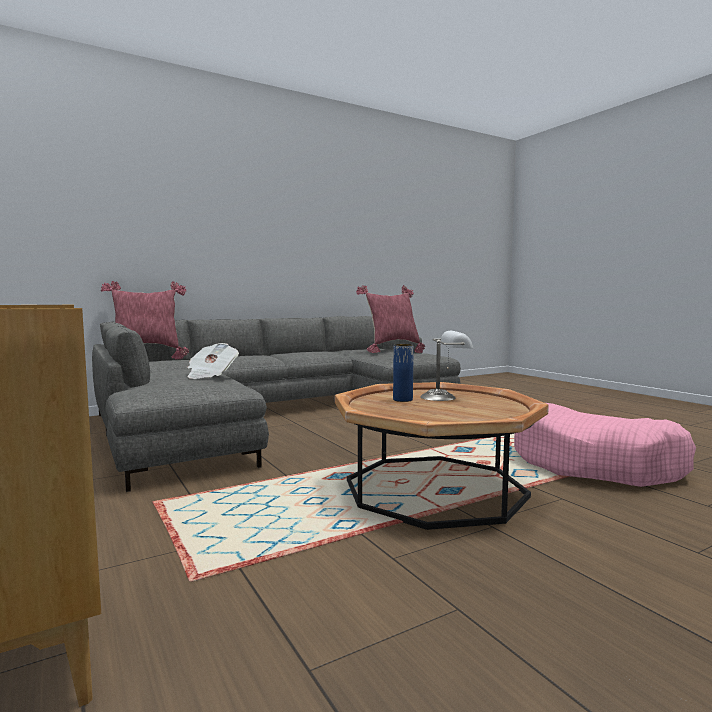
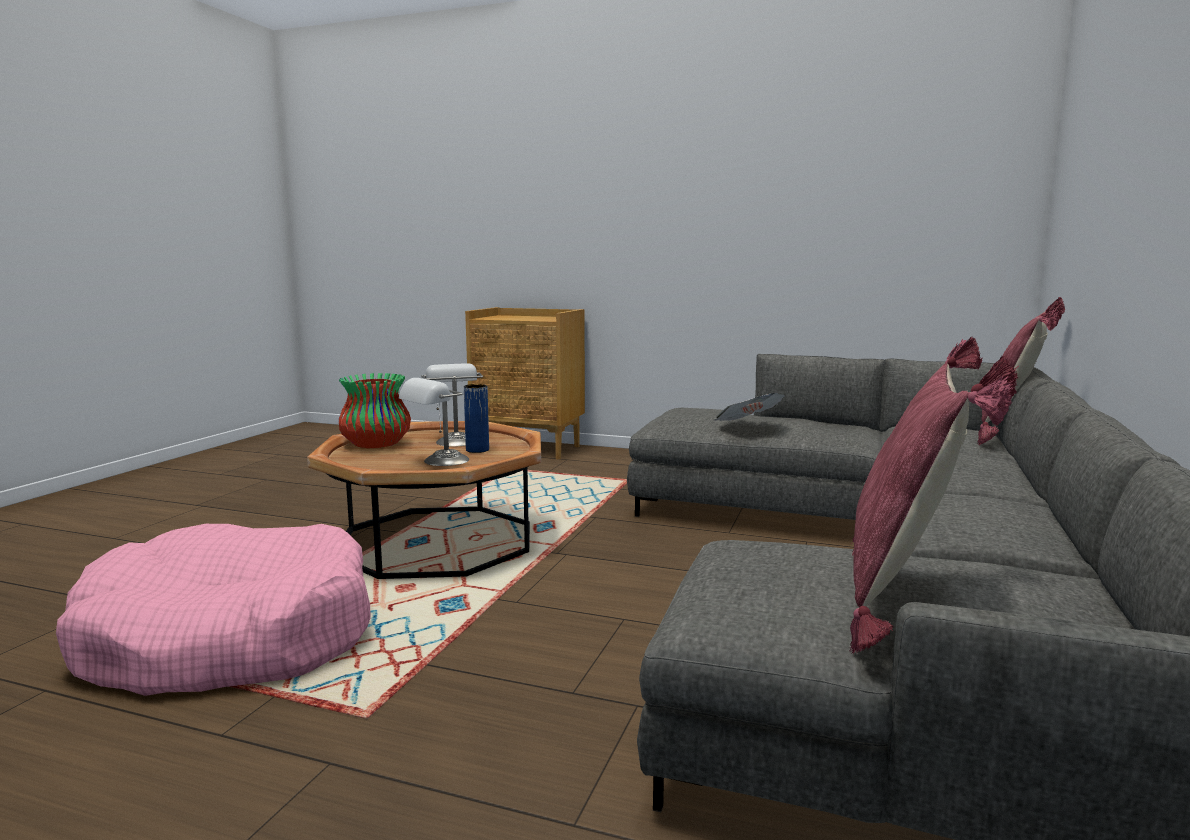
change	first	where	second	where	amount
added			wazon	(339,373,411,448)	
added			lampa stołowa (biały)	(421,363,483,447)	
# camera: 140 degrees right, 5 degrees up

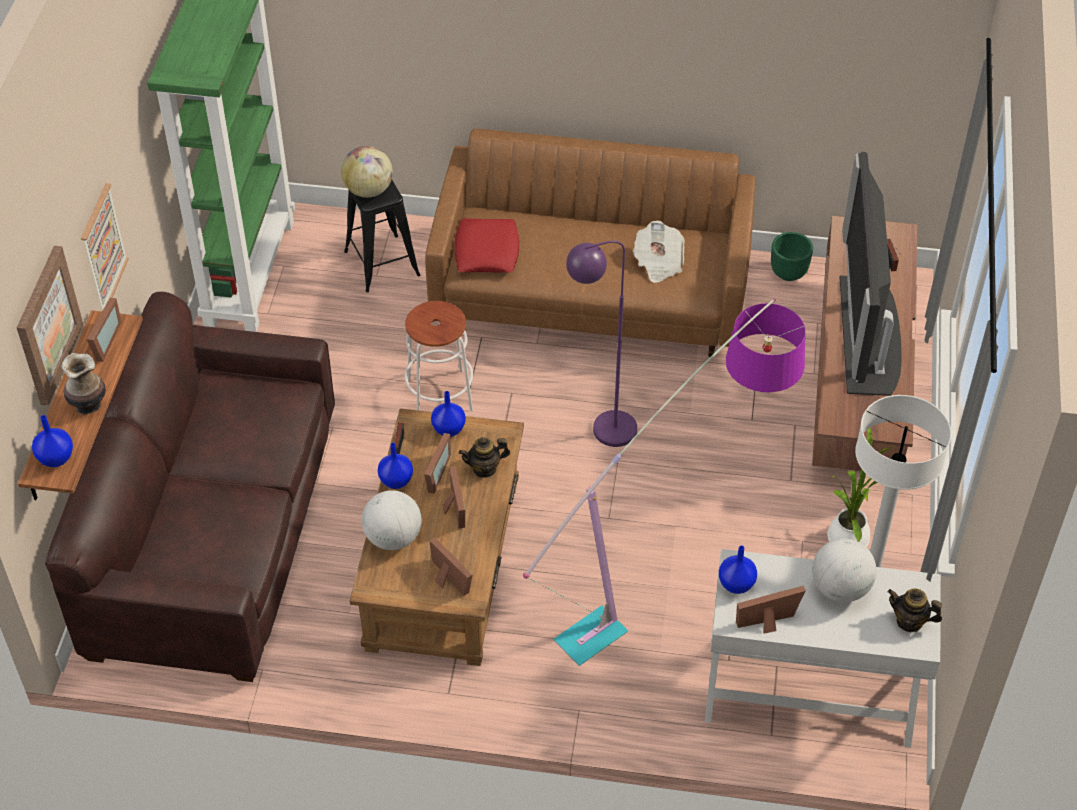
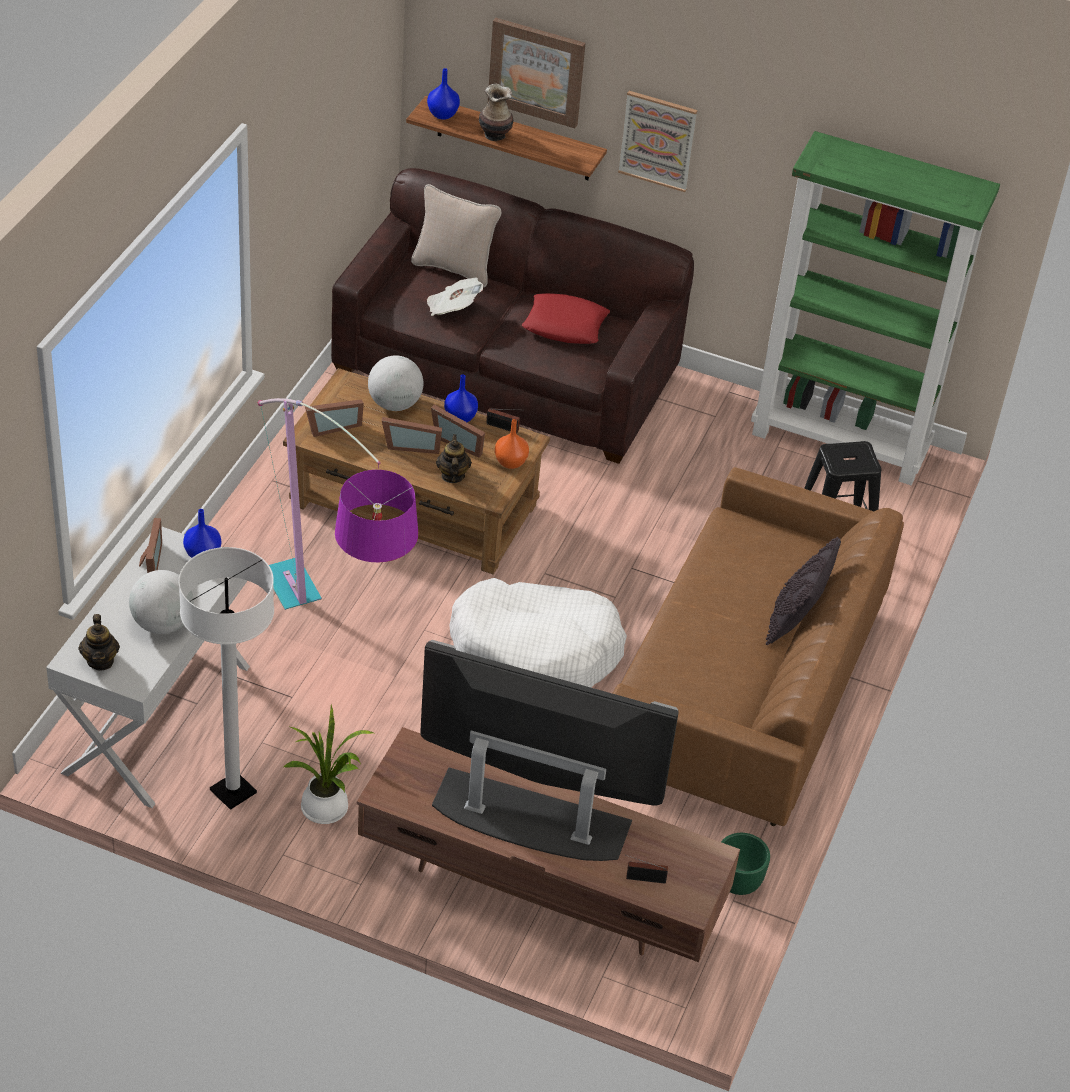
change	first	where	second	where	amount
removed	ramka na zdjęcie	(87,298,122,362)			
removed	globus	(341,146,393,198)			
removed	stołek (biały)	(404,301,473,411)			
recoloured	wazon (niebieski)	(431,391,466,437)	wazon (pomarańczowy)	(495,419,529,469)	
moved	poduszka (czerwony)	(455,218,519,273)		(522,293,610,344)	
replaced	lampa stojąca (fioletowy)	(566,241,637,447)	legowisko (biały)	(449,578,627,687)	
moved	gazeta	(633,221,685,283)		(427,277,483,316)	
turned	imbryk	(888,588,942,632)		(78,614,120,670)	135 degrees clockwise
added			poduszka (beżowy)	(411,184,502,287)	
added			poduszka (czarny)	(766,537,841,645)	
# camera: 100 degrees right, 5 degrees down

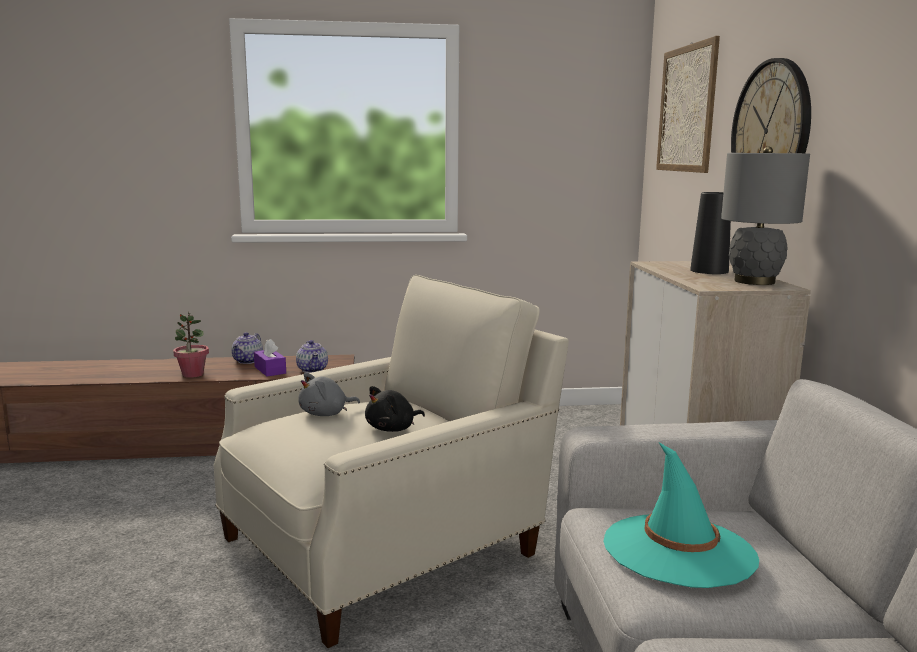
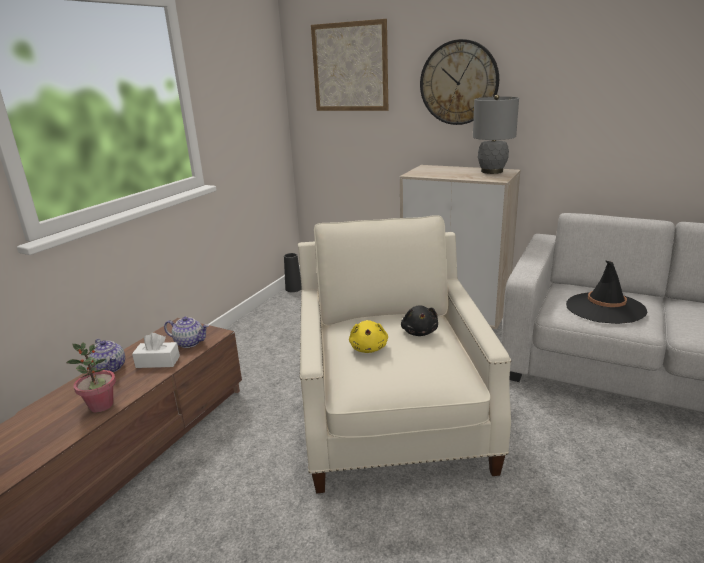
change	first	where	second	where	amount
recoloured	pudełko chusteczek (fioletowy)	(254,339,286,377)	pudełko chusteczek (biały)	(132,333,180,368)	
recoloured	pluszak (szary)	(298,373,360,416)	pluszak (żółty)	(349,320,388,353)	
recoloured	kapelusz (turkusowy)	(603,443,759,588)	kapelusz (czarny)	(566,260,647,324)	
moved	wazon (czarny)	(690,192,731,274)		(284,253,301,292)	
# camera: 55 degrees left, 10 degrees up

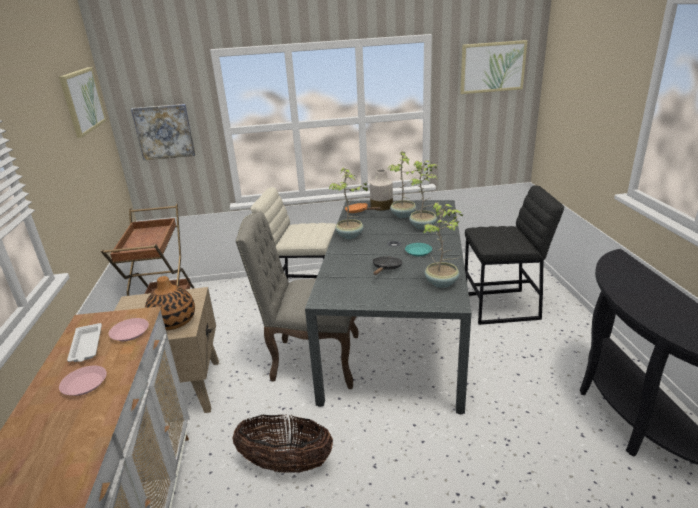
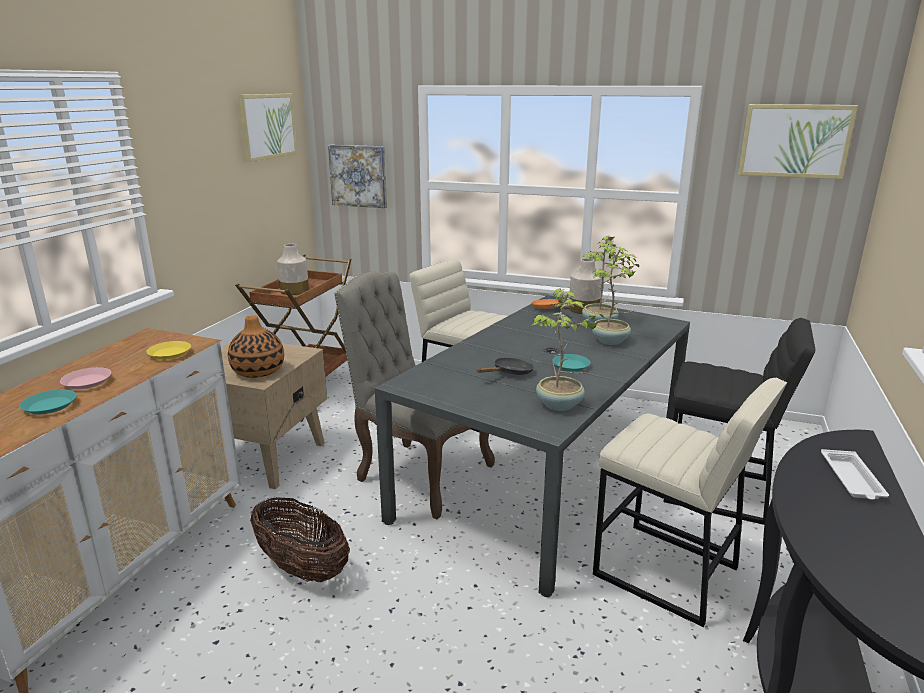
change	first	where	second	where	amount
moved	taca (biały)	(67,323,102,362)		(821,449,889,500)	
recoloured	talerz (różowy)	(109,318,149,341)	talerz (żółty)	(146,341,191,360)	
removed	roślina doniczkowa	(329,168,371,239)			
added			talerz (turkusowy)	(19,389,77,414)	
added			wazon (beżowy)	(277,244,309,295)	
added			krzesło (beżowy)	(593,378,787,627)	
# camera: 25 degrees right, 5 degrees down

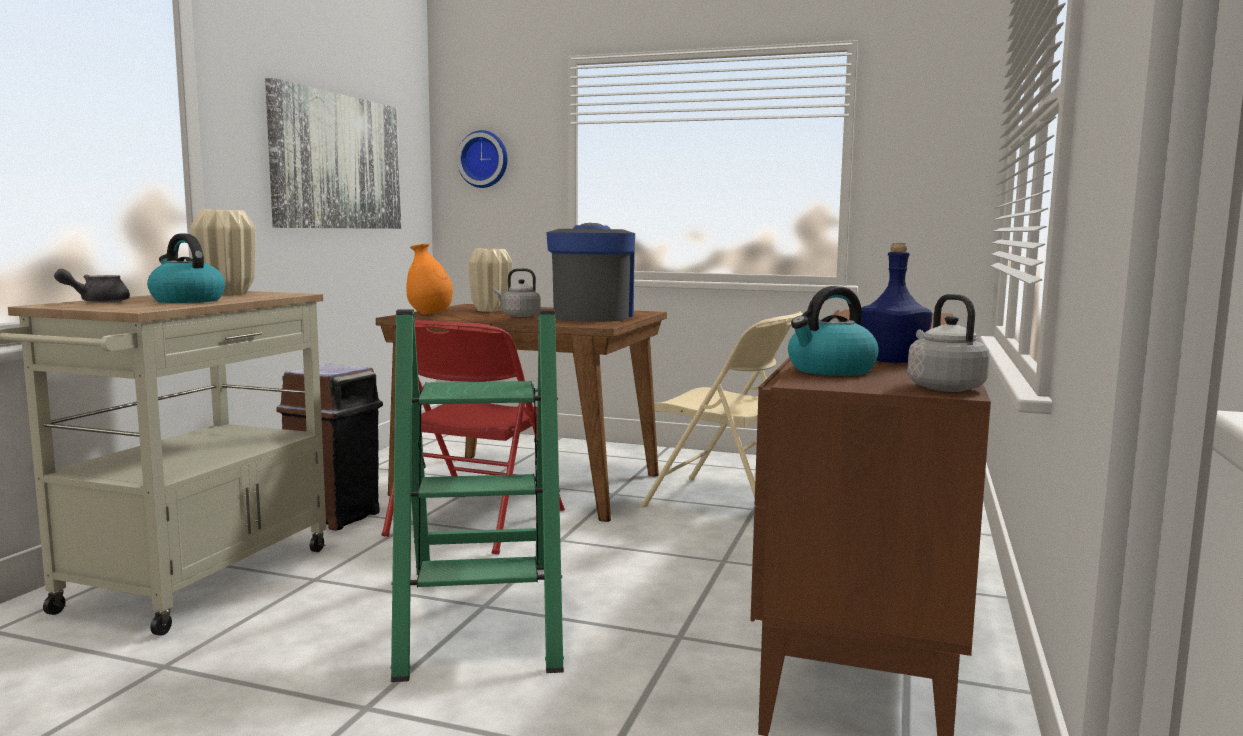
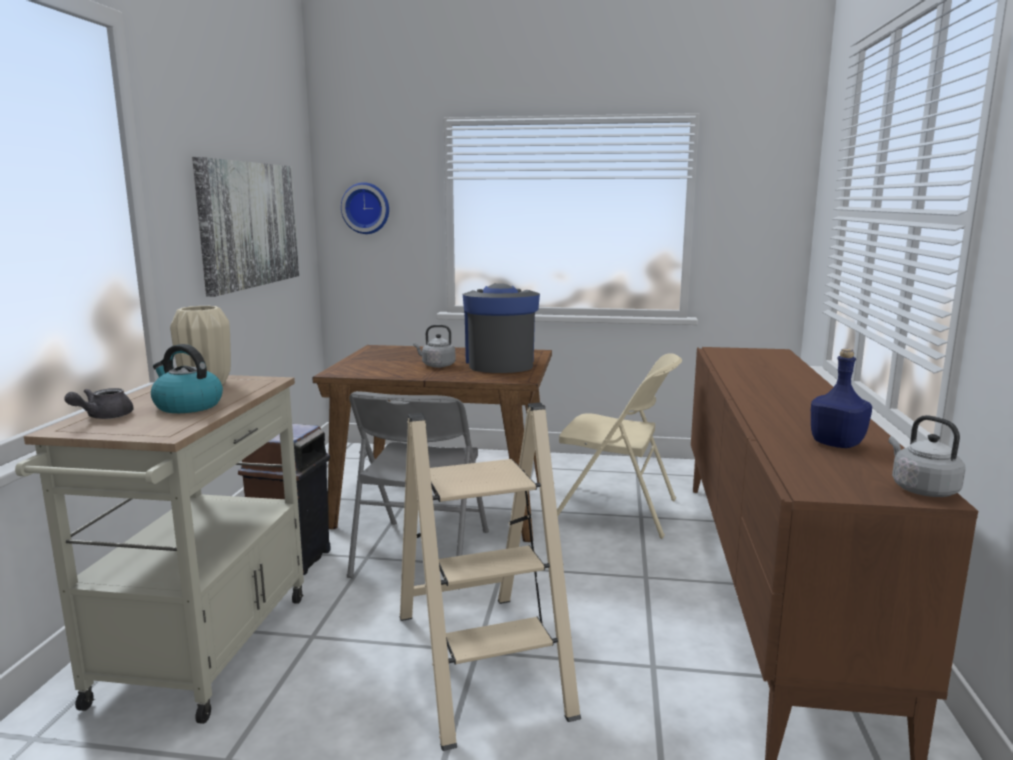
change	first	where	second	where	amount
recoloured	krzesło (czerwony)	(382,320,565,555)	krzesło (szary)	(347,391,489,590)	
recoloured	drabinka (zielony)	(390,309,564,682)	drabinka (beżowy)	(400,403,581,751)	
removed	wazon (pomarańczowy)	(406,243,453,315)			
removed	wazon (beżowy)	(468,249,512,312)			
removed	czajnik	(788,286,879,376)			
# camera: 10 degrees left, 5 degrees up

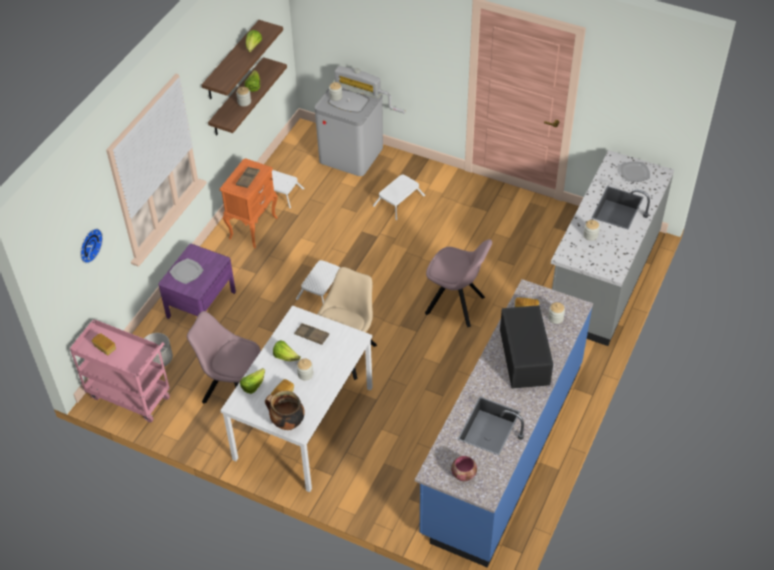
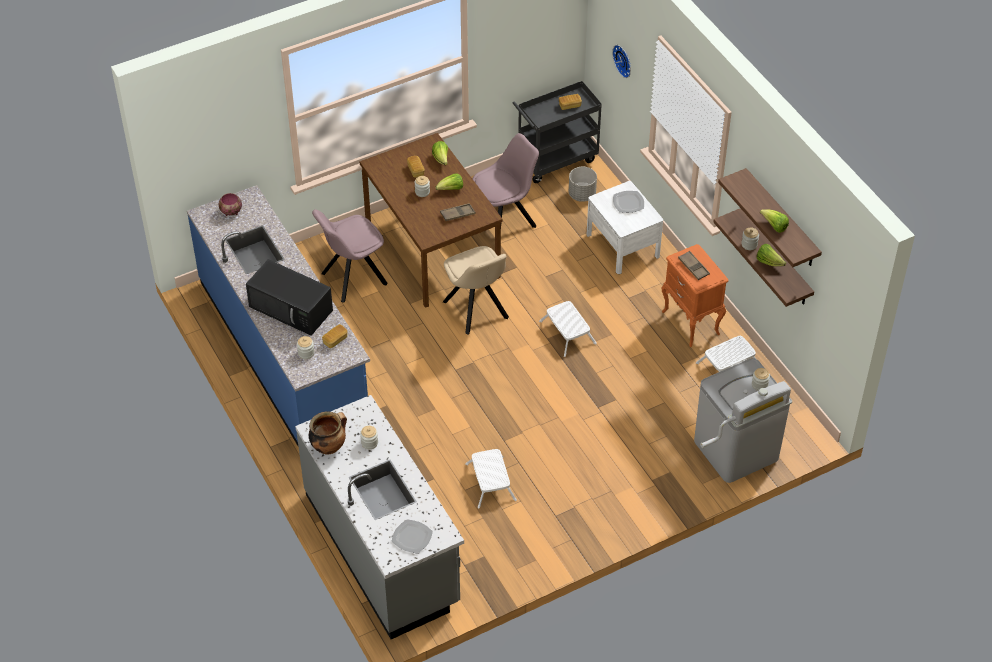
change	first	where	second	where	amount
recoloured	wózek (różowy)	(70,320,170,422)	wózek (szary)	(513,81,602,183)	
recoloured	szafka nocna (fioletowy)	(158,244,236,319)	szafka nocna (biały)	(587,181,663,274)	
recoloured	stół jadalny (biały)	(220,305,373,492)	stół jadalny (brązowy)	(360,133,503,308)	
moved	garnek	(265,391,305,430)		(309,412,347,455)	
moved	drabinka (biały)	(373,175,425,220)		(465,449,517,508)	
moved	krzesło (różowy)	(425,239,492,327)		(312,209,388,302)	
# camera: 125 degrees right, 0 degrees up

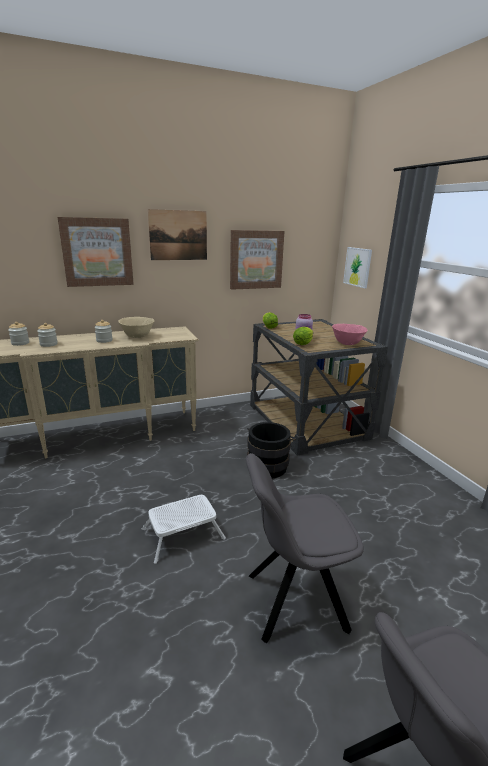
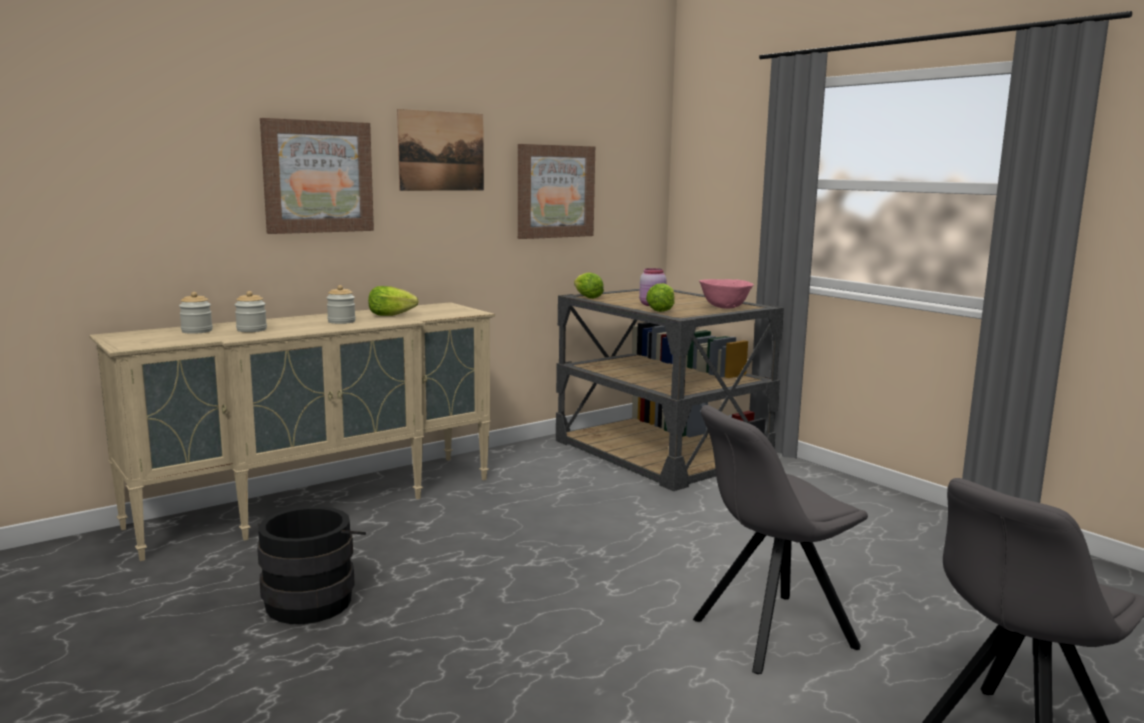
change	first	where	second	where	amount
replaced	miska (beżowy)	(118,317,154,338)	sałata	(368,286,419,316)	
removed	drabinka (biały)	(142,495,226,564)			
moved	wiadro (czarny)	(247,422,296,479)		(257,506,366,624)	
removed	obraz	(343,247,372,288)			
# camera: 15 degrees left, 10 degrees down

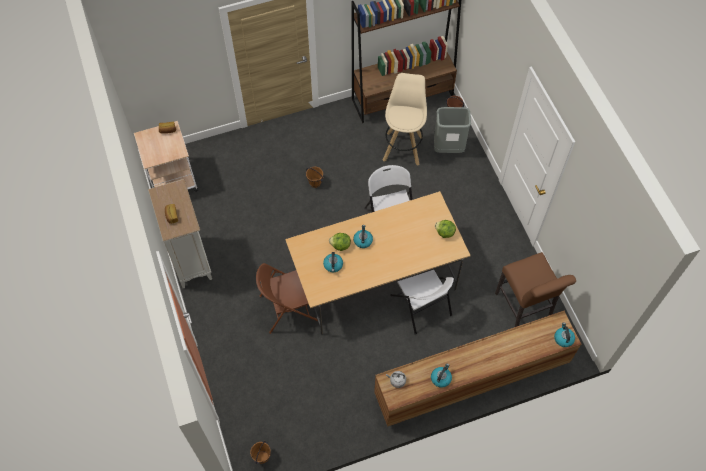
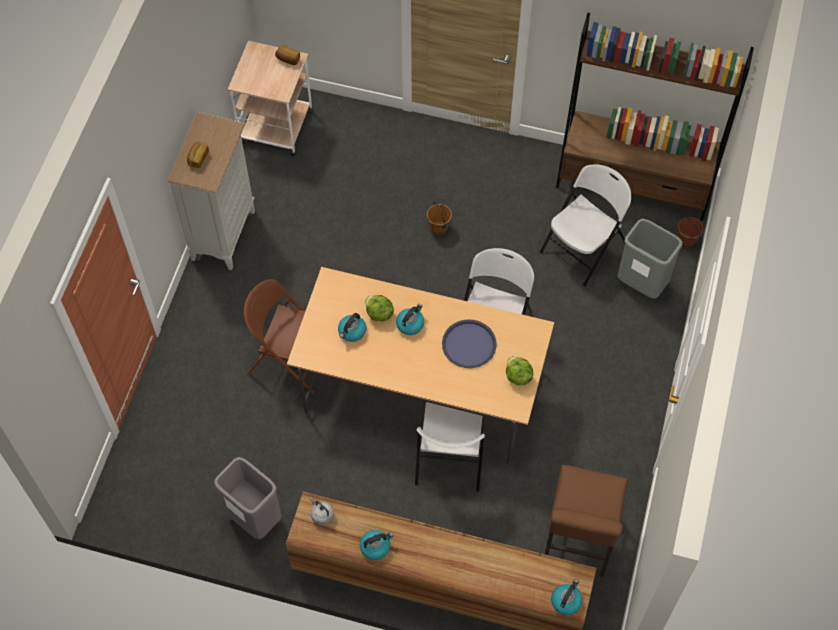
change	first	where	second	where	amount
removed	wiadro (brązowy)	(250,441,271,464)			
replaced	stołek (beżowy)	(383,73,427,166)	krzesło (biały)	(539,164,631,287)	
added			kosz na śmieci (szary)	(214,457,282,539)	
added			taca (niebieski)	(442,319,497,368)	
# camera: 35 degrees right, 0 degrees up

